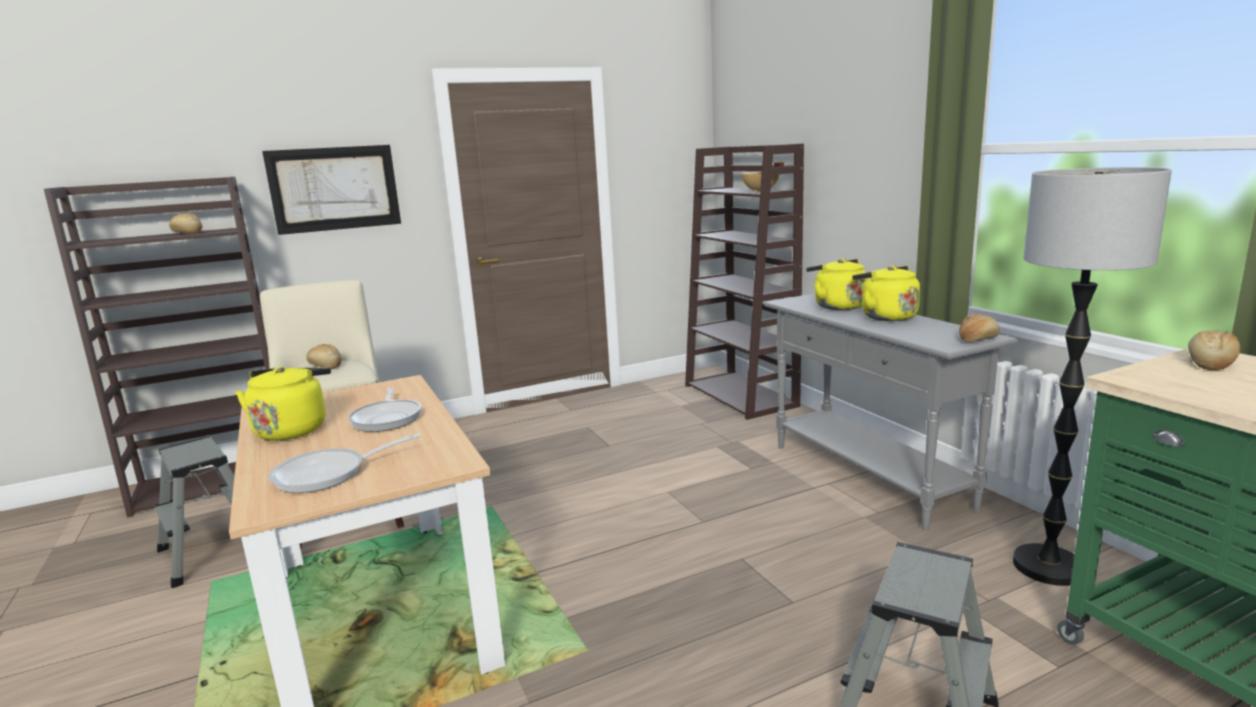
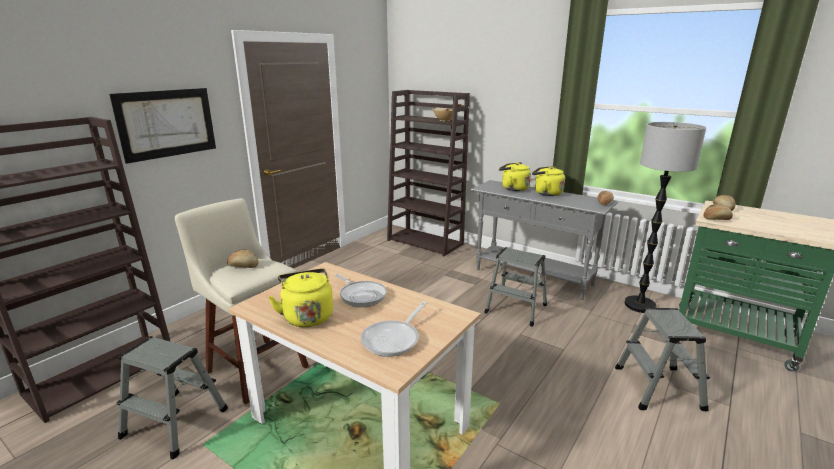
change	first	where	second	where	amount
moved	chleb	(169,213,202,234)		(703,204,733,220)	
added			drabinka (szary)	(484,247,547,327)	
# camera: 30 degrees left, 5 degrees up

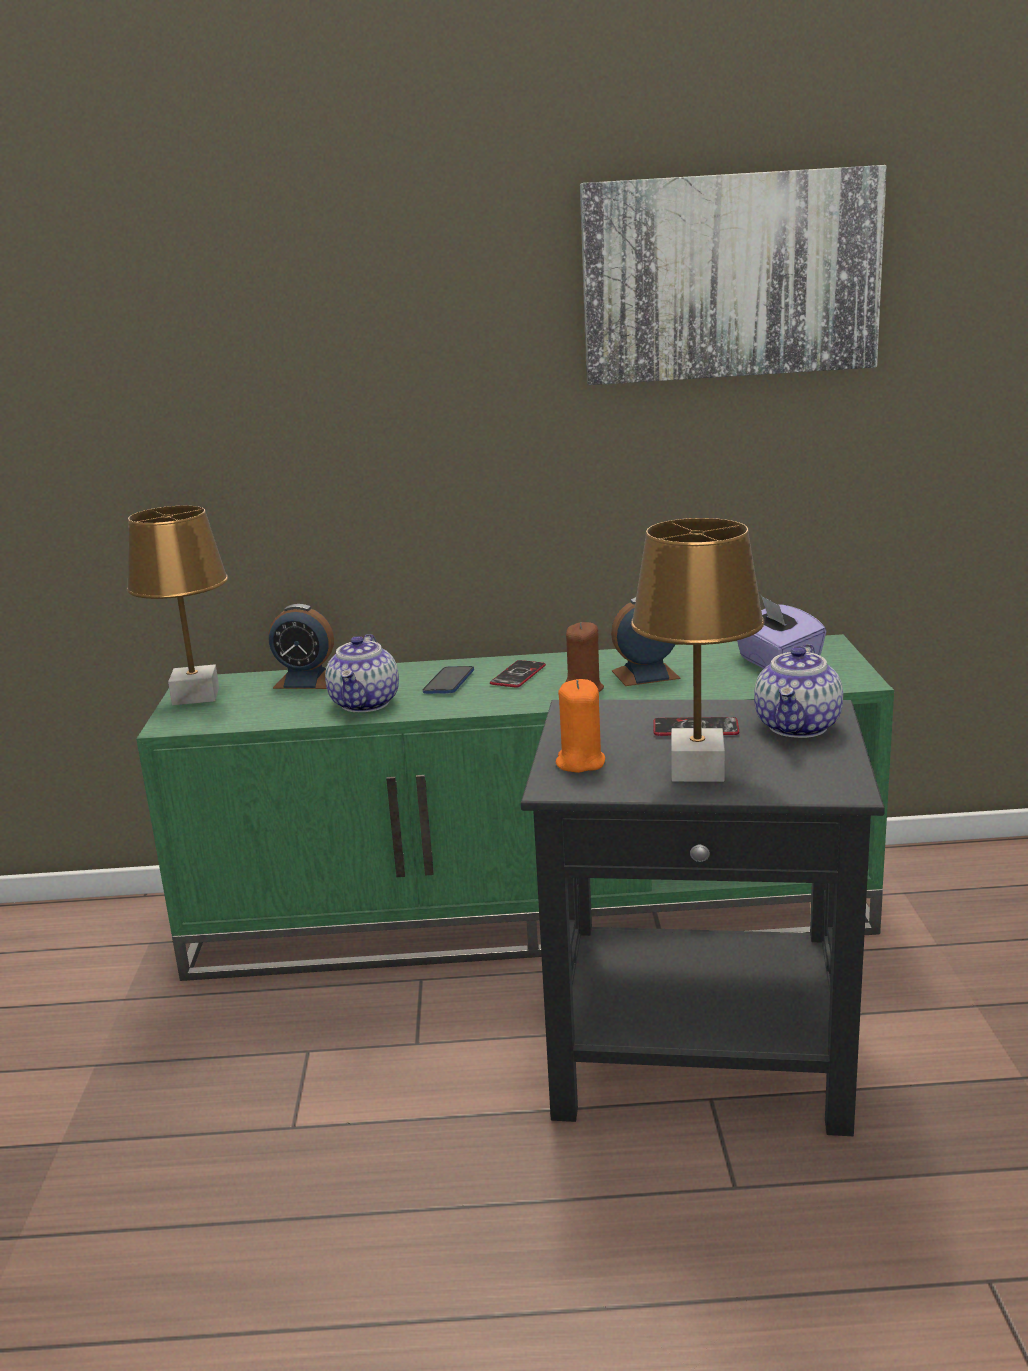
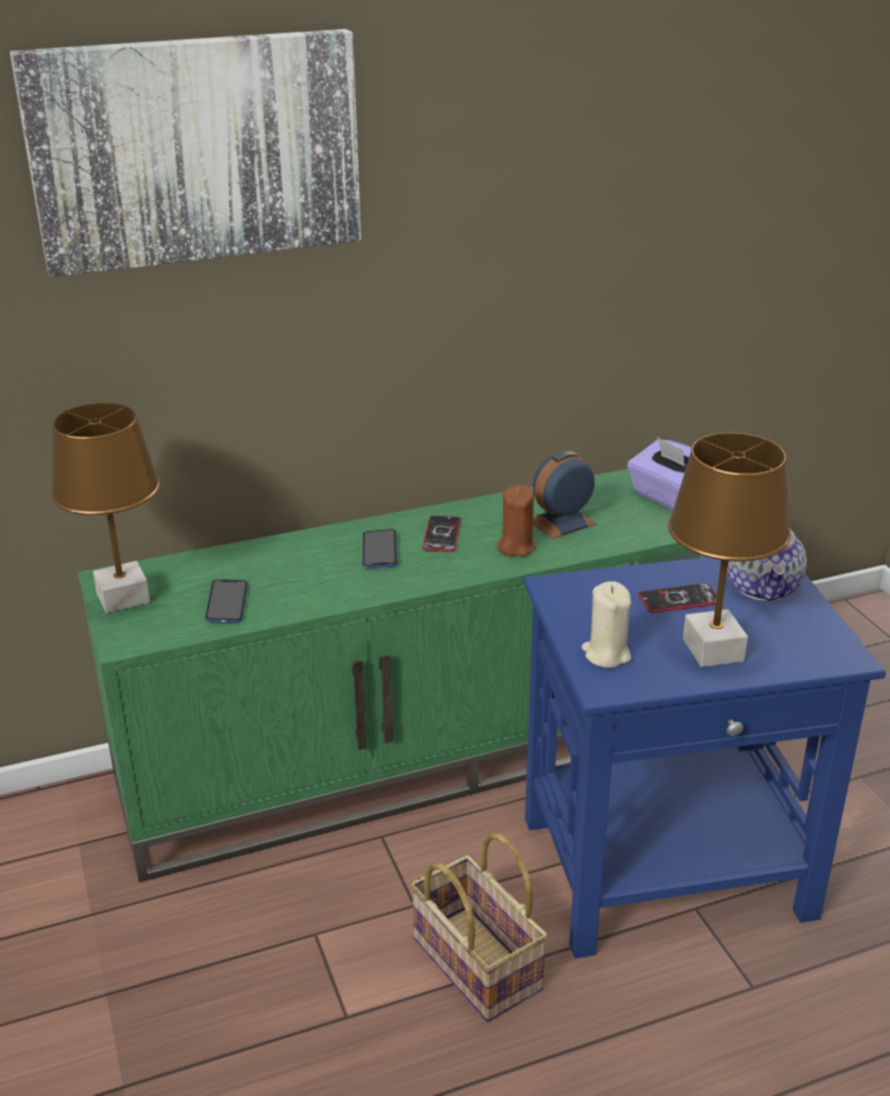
change	first	where	second	where	amount
removed	budzik	(269,604,334,689)			
removed	imbryk	(325,634,399,712)			
recoloured	stolik (czarny)	(521,700,885,1136)	stolik (niebieski)	(523,557,886,958)	
recoloured	świeca (pomarańczowy)	(556,679,605,773)	świeca (beżowy)	(582,581,631,668)	
moved	obraz	(580,165,887,385)		(10,29,361,278)	
added			telefon	(205,579,248,623)	
added			koszyk	(410,833,548,1022)	
# camera: 20 degrees left, 10 degrees up

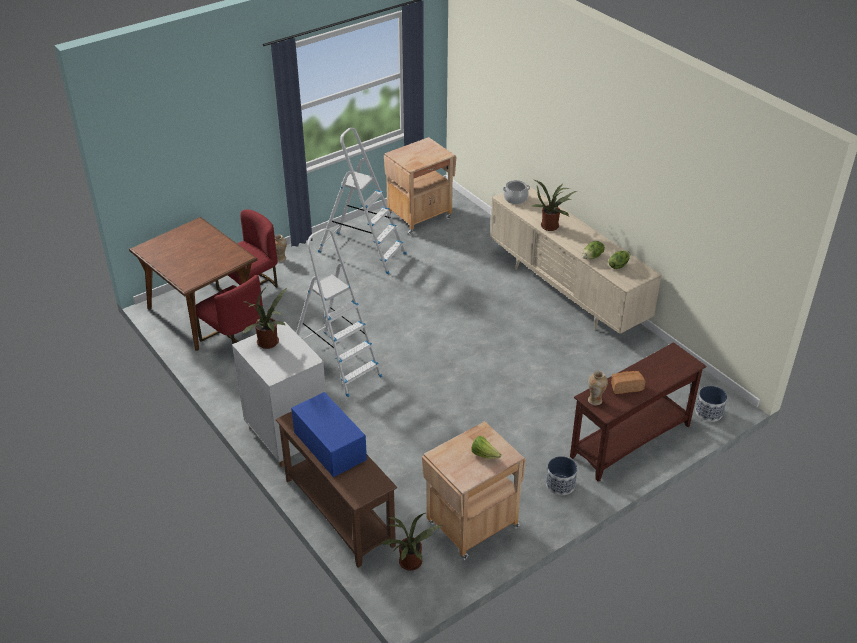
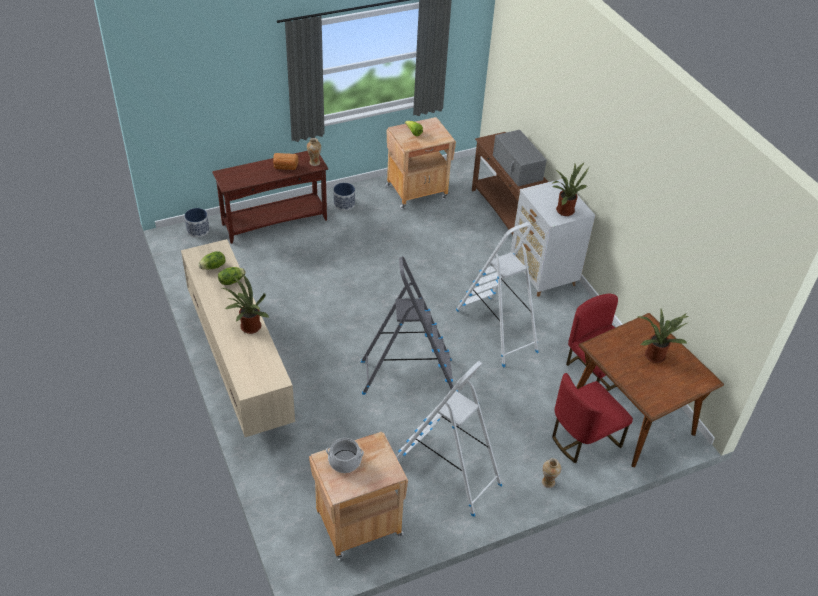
change	first	where	second	where	amount
recoloured	mikrofalówka (niebieski)	(291,392,367,477)	mikrofalówka (szary)	(493,130,547,186)	
moved	roślina doniczkowa	(382,513,443,571)		(638,309,689,363)	
moved	garnek	(502,180,530,204)		(326,438,364,473)	
added			drabinka (szary)	(361,256,454,395)	
# camera: 170 degrees left, 5 degrees up

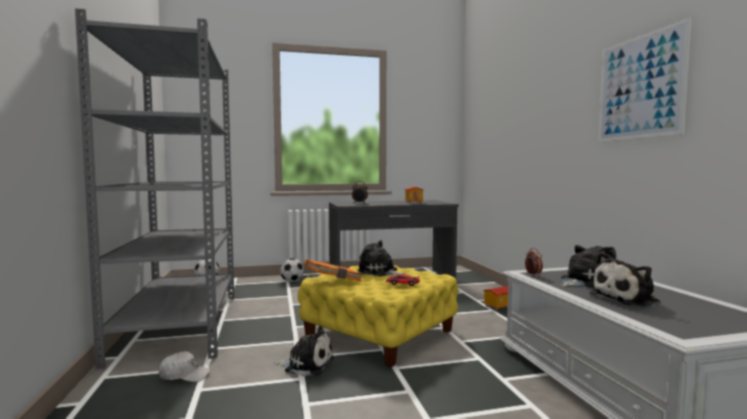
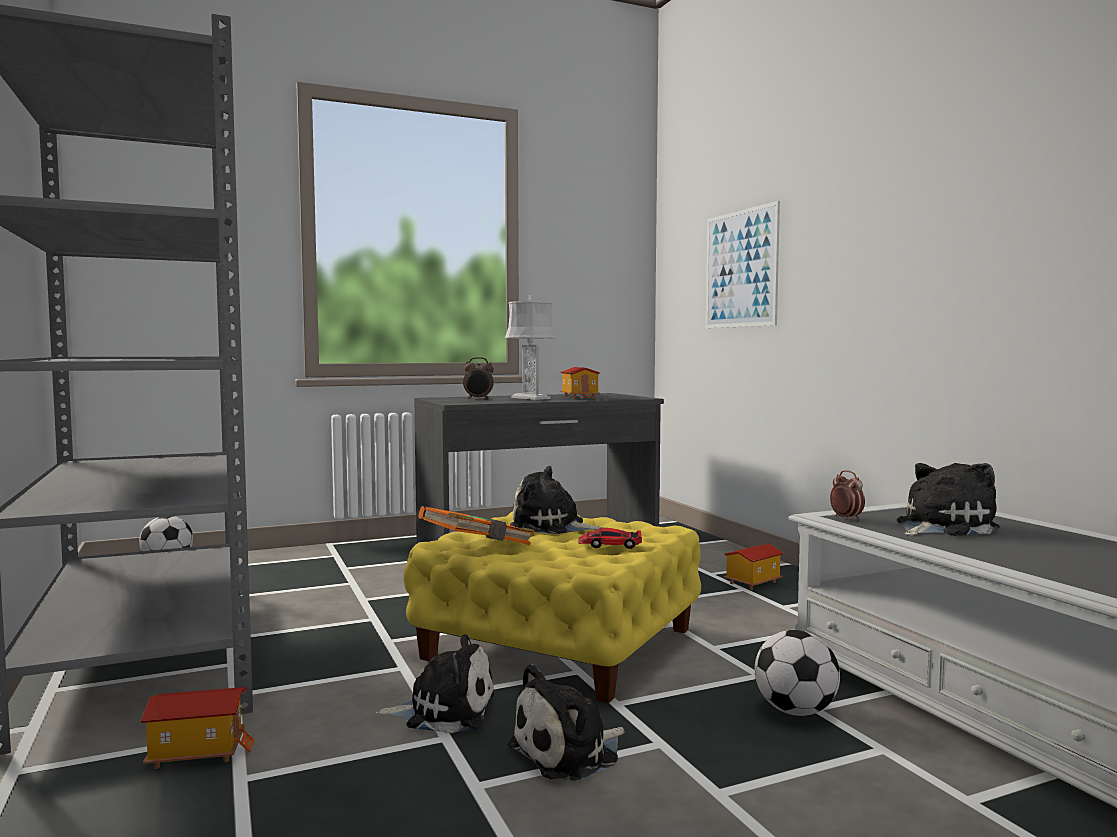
change	first	where	second	where	amount
replaced	czapka z daszkiem (biały)	(159,351,211,382)	domek	(141,687,255,769)	
moved	piłka futbolowa	(280,258,304,282)		(755,630,840,716)	
moved	pluszak	(590,252,661,307)		(508,663,625,781)	
moved	obraz	(598,18,692,142)		(706,201,780,328)	
added			lampa stołowa (szary)	(505,295,556,400)	
# camera: 10 degrees left, 0 degrees up

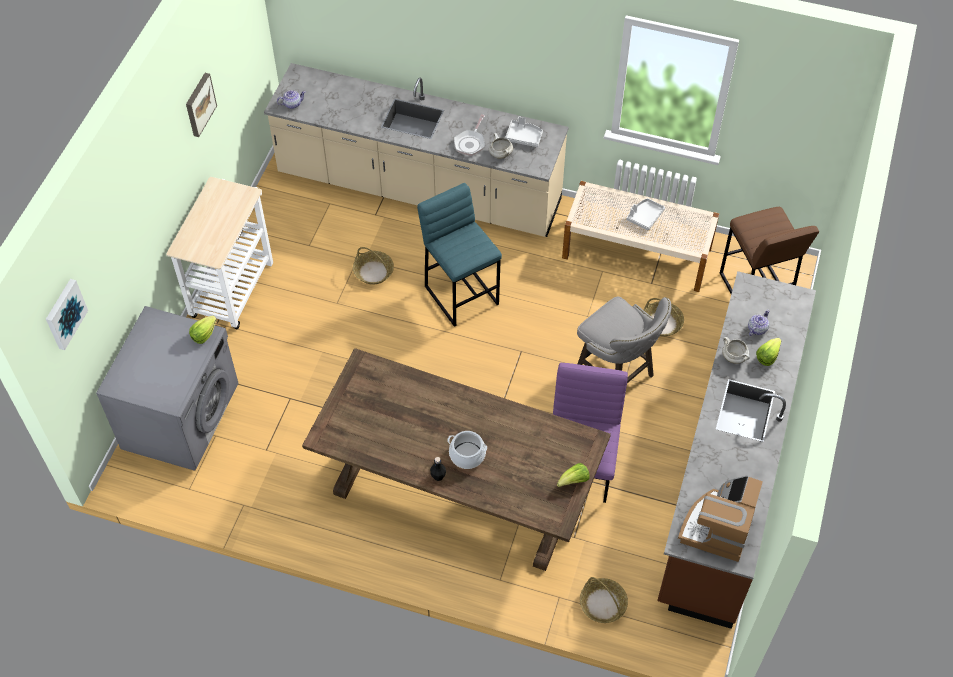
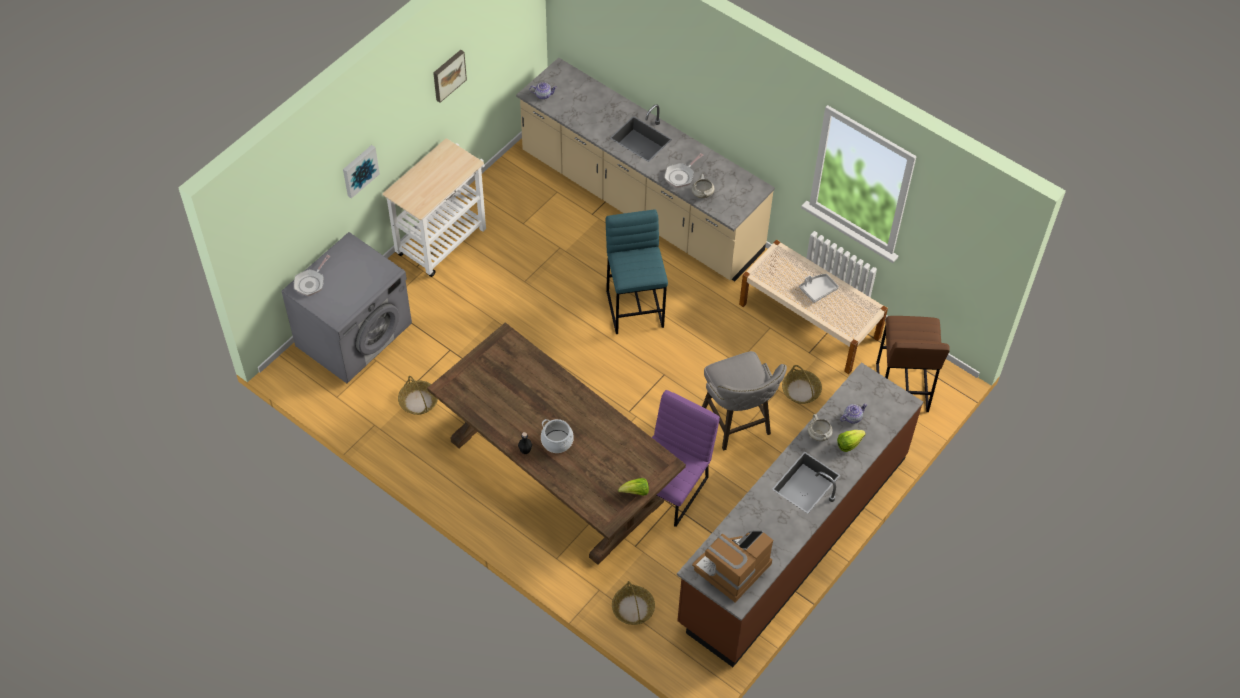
change	first	where	second	where	amount
moved	obraz	(46,279,88,350)		(343,145,380,199)	
removed	sałata	(189,316,217,344)			
moved	koszyk	(353,247,394,285)		(398,376,438,415)	
removed	taca (szary)	(505,116,543,147)			
added			patelnia	(294,255,330,296)	
# camera: 20 degrees right, 0 degrees up

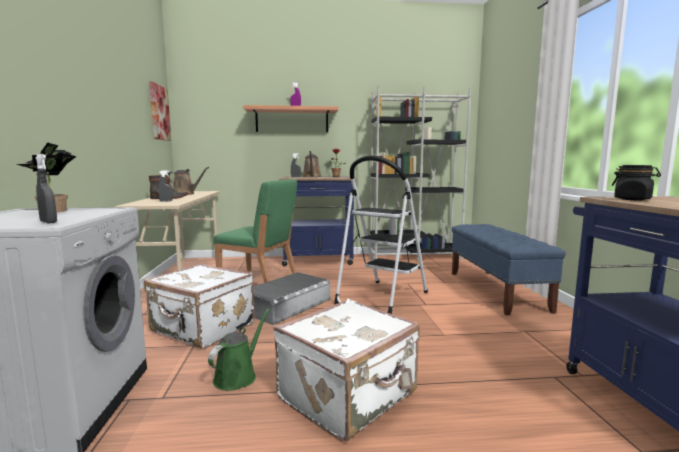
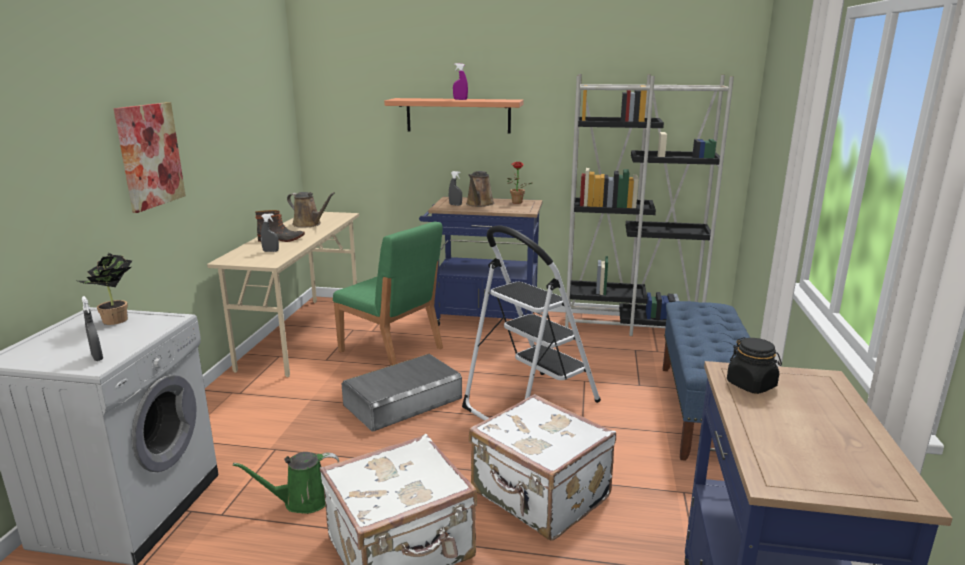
change	first	where	second	where	amount
moved	walizka (biały)	(144,263,255,349)		(469,394,616,541)	
moved	obraz	(149,81,171,141)		(113,102,186,213)	
turned	konewka (zielony)	(208,309,270,391)		(233,452,339,514)	150 degrees counterclockwise
# camera: 15 degrees right, 10 degrees up

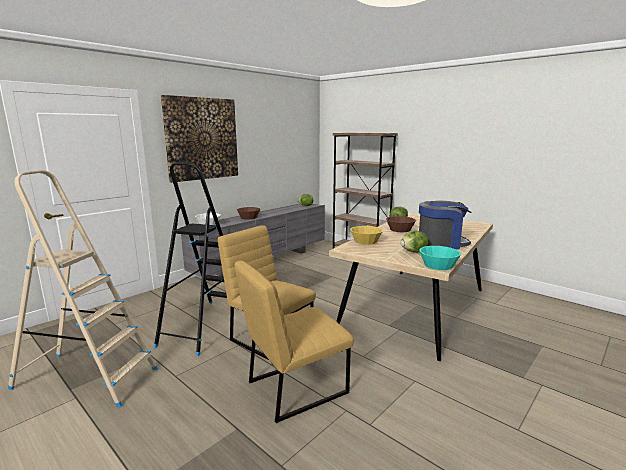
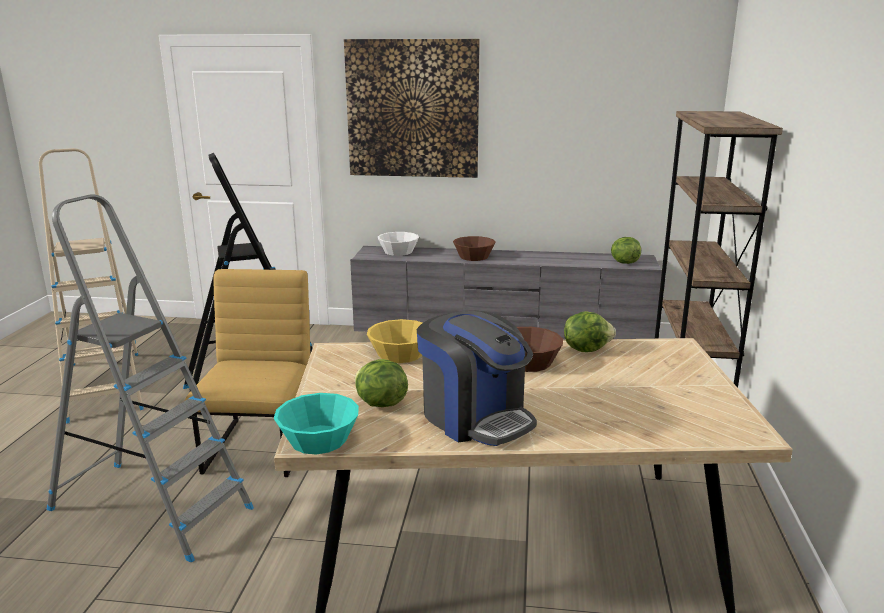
change	first	where	second	where	amount
replaced	krzesło (żółty)	(235,260,354,423)	drabinka (szary)	(47,194,254,562)	
# camera: 55 degrees right, 5 degrees up

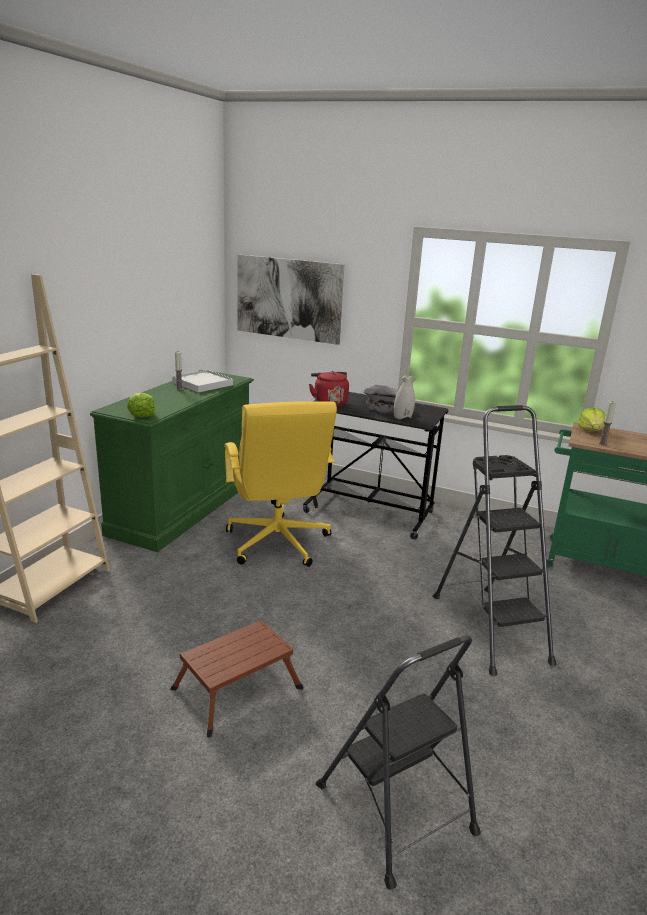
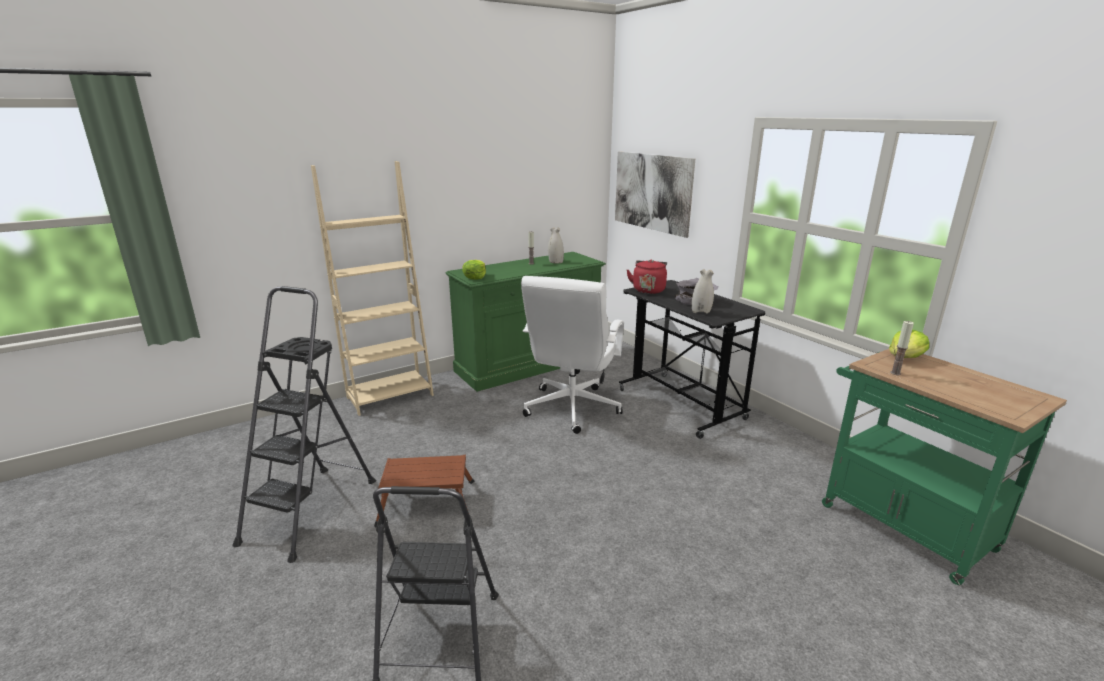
change	first	where	second	where	amount
replaced	taca (biały)	(172,370,233,393)	wazon (biały)	(548,227,564,263)	
recoloured	krzesło biurowe (żółty)	(224,401,337,567)	krzesło biurowe (biały)	(521,276,624,434)	
moved	drabinka	(433,405,556,676)		(232,286,376,563)	
# camera: 35 degrees right, 0 degrees up

